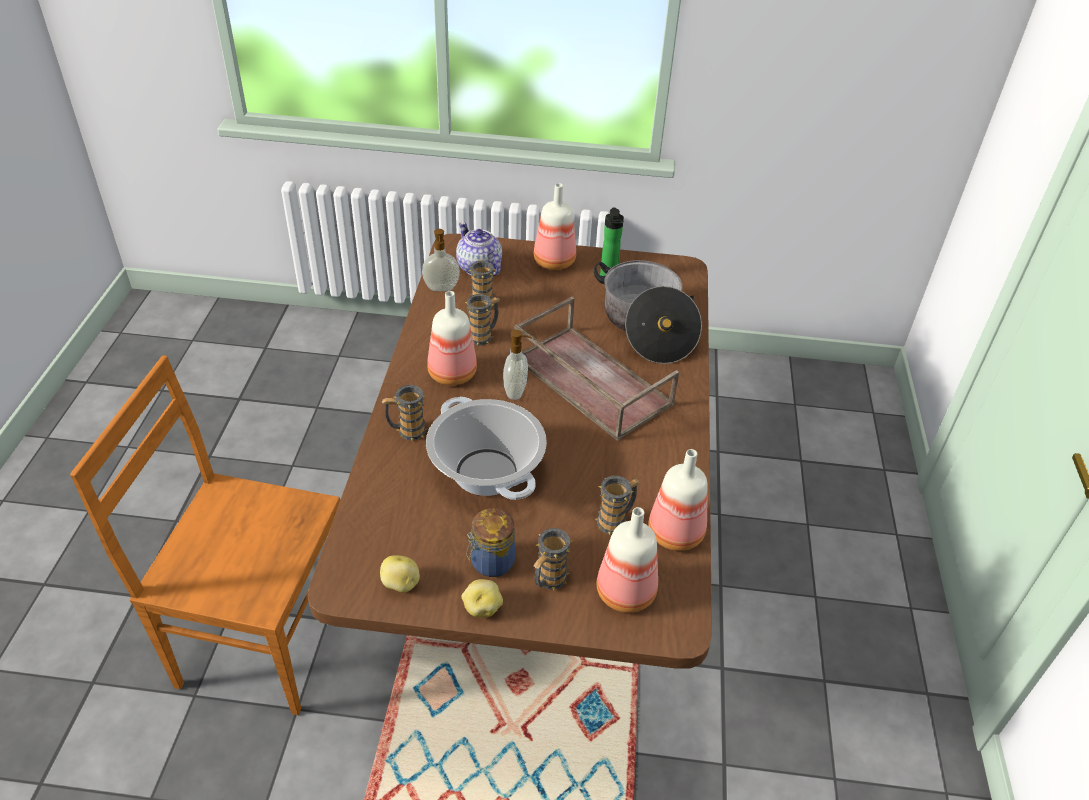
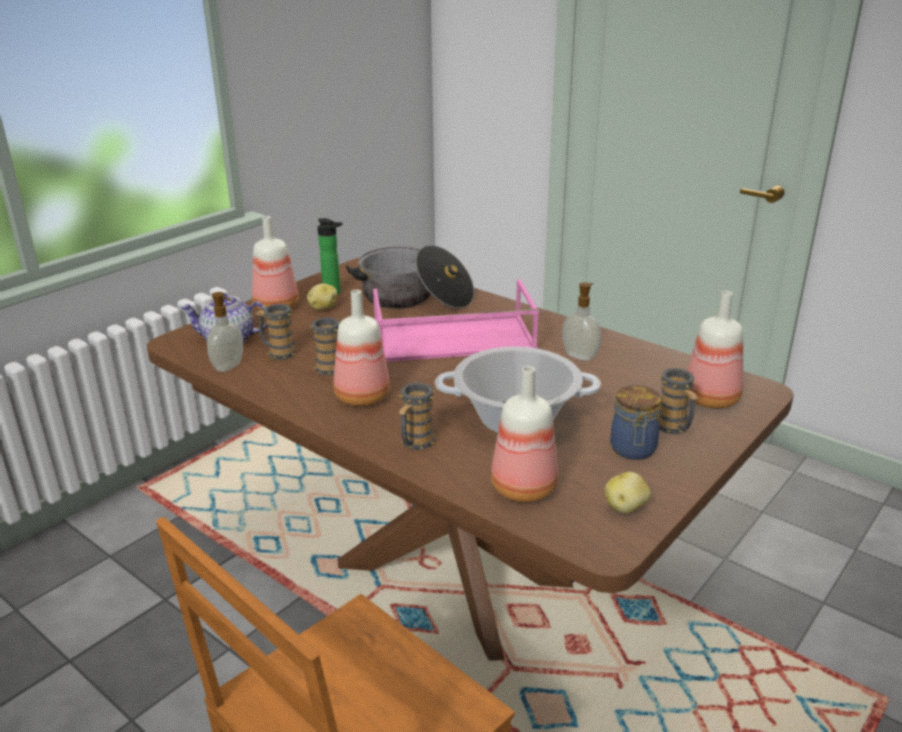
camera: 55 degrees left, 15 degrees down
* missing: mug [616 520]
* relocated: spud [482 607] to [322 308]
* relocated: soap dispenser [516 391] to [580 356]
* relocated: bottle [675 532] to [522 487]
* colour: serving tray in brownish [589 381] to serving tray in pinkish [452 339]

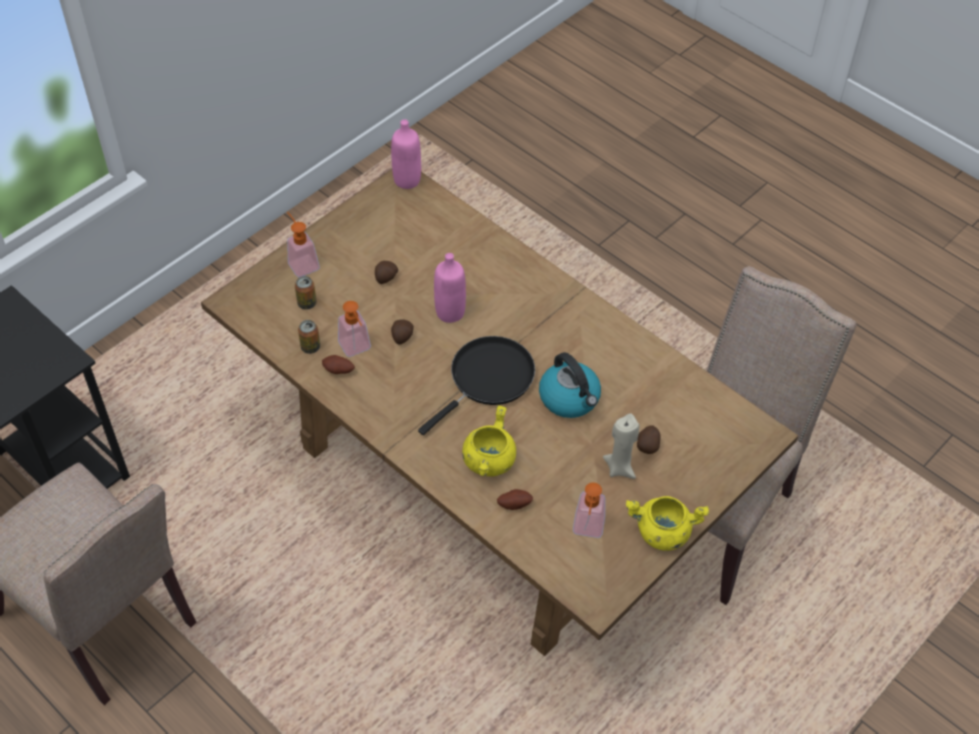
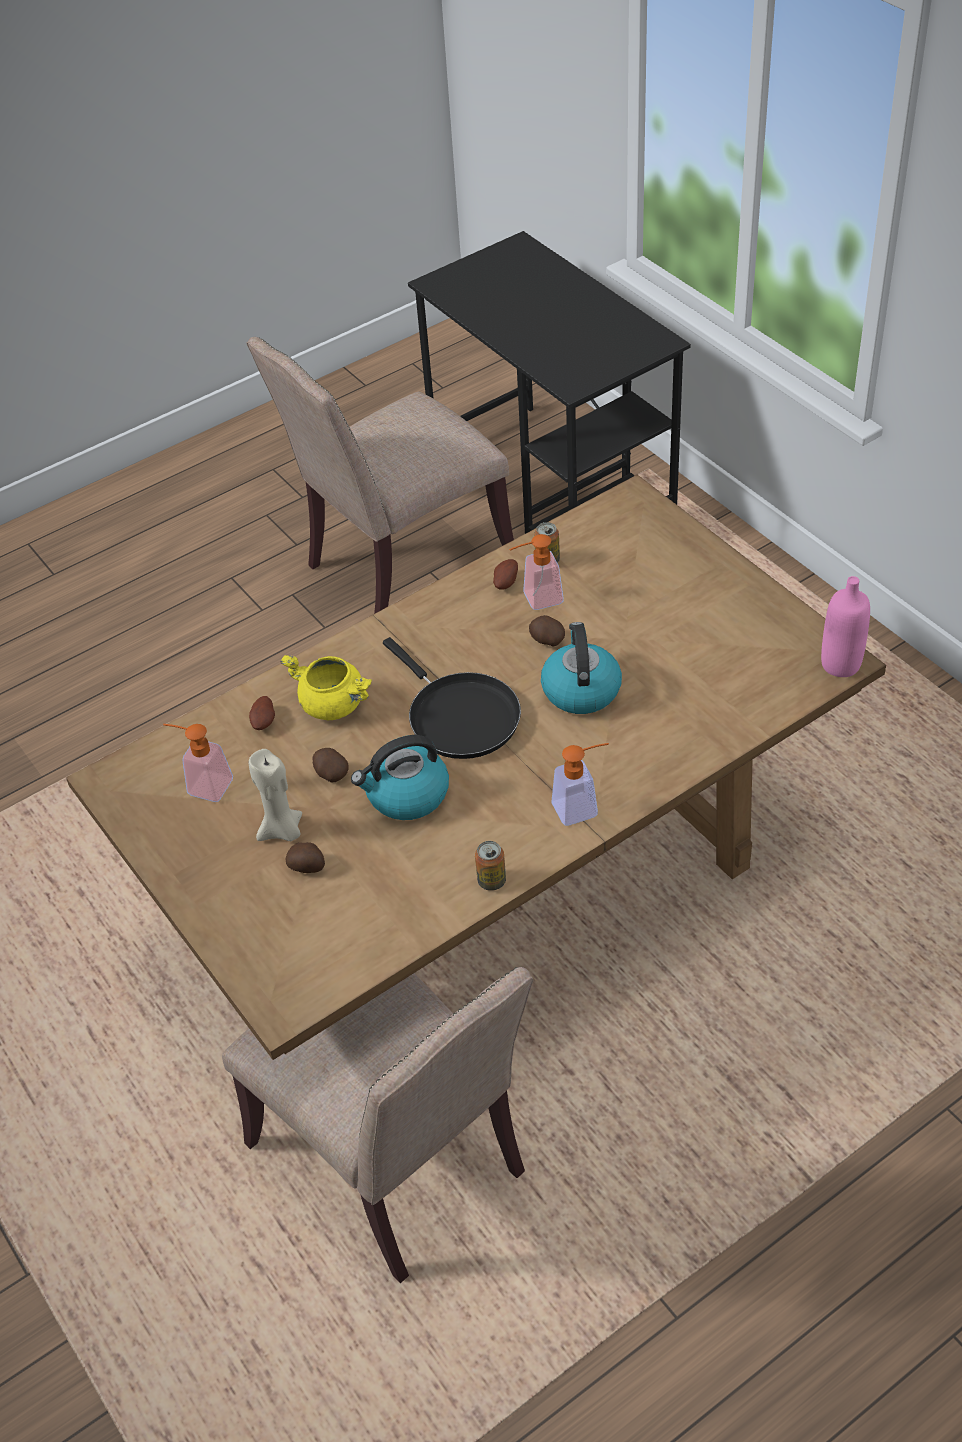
camera: 105 degrees right, 5 degrees down
* missing: stockpot in yellow-coloured [662 533]
* relocated: soap dispenser [301 262] to [582 807]
* relocated: sealed can [307 303] to [491 881]
* relocated: spud [385 278] to [330 774]
* exchanged: bottle in pinkish [450 312] to tea kettle [580 689]

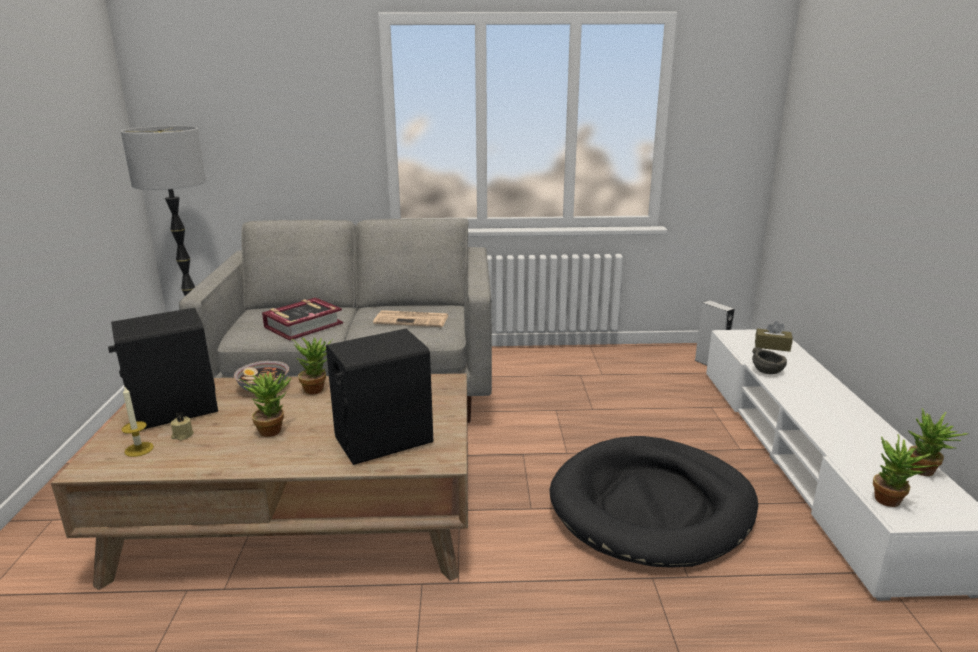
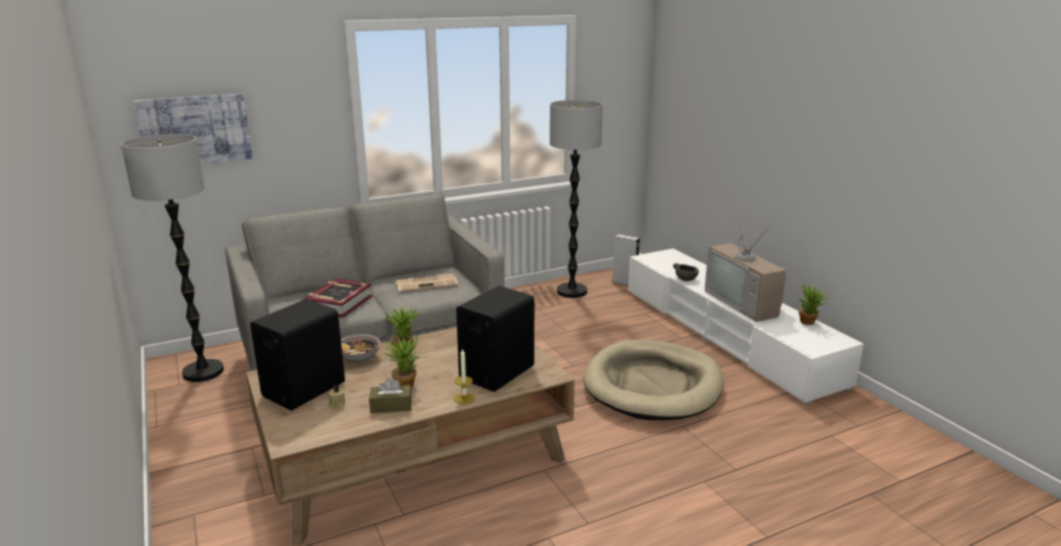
camera: 25 degrees left, 0 degrees up
* missing: potted plant [892 502]
* appeared: wall picture [195 130]
* appeared: standing lamp [571 291]
* appeared: television [745 303]
* relocated: wax light [139 449] to [464 398]
* relocated: tissue box in brownish [772 346] to [391 406]
* colour: dog cushion in black-coloured [652 506] to dog cushion in sand-coloured [653 385]

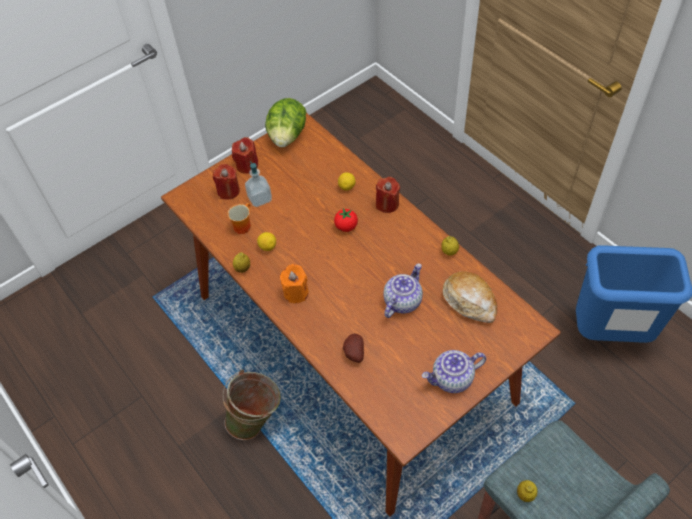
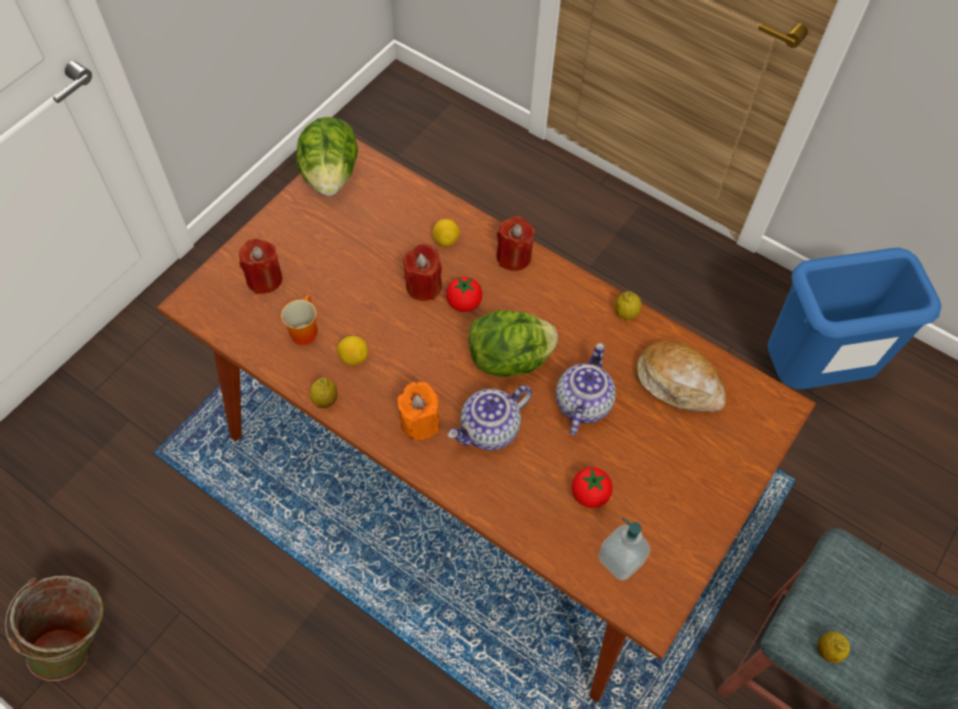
camera: 20 degrees left, 5 degrees up
* missing: spud [353 353]
* appeared: lettuce [510 359]
* appeared: whole tomato [589 494]
* relocated: water bucket in green-coloured [256 420] to [81 641]
* relocated: wax light in reddish [247 165] to [423 286]
* relocated: soap dispenser [260 199] to [620 559]
* relocated: pot for tea [452 379] to [489 430]

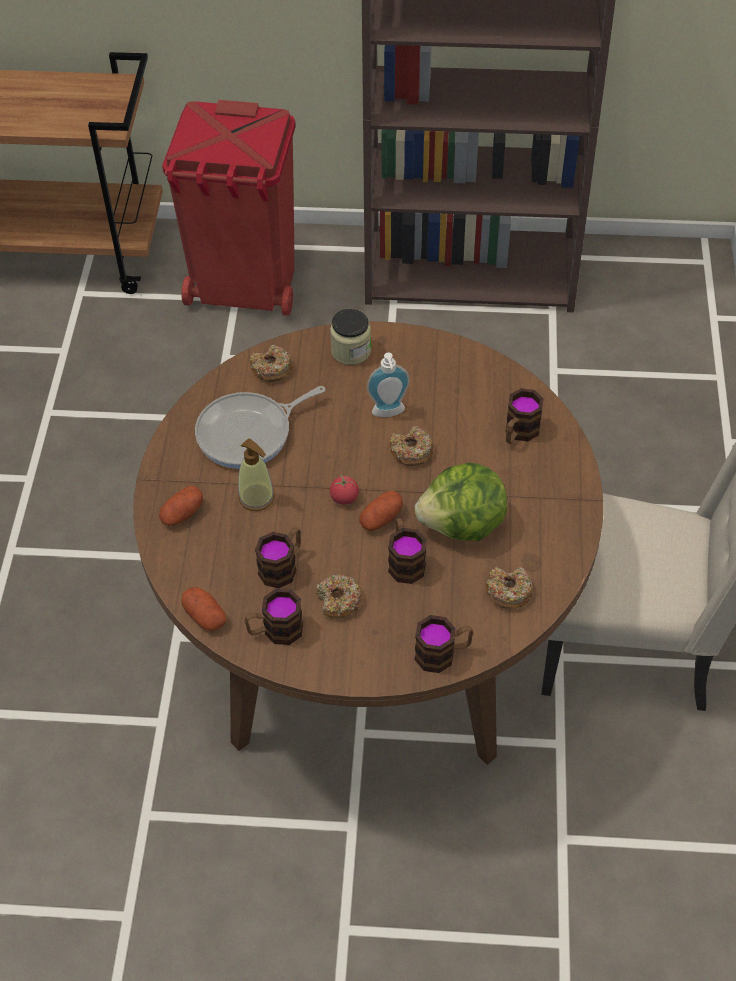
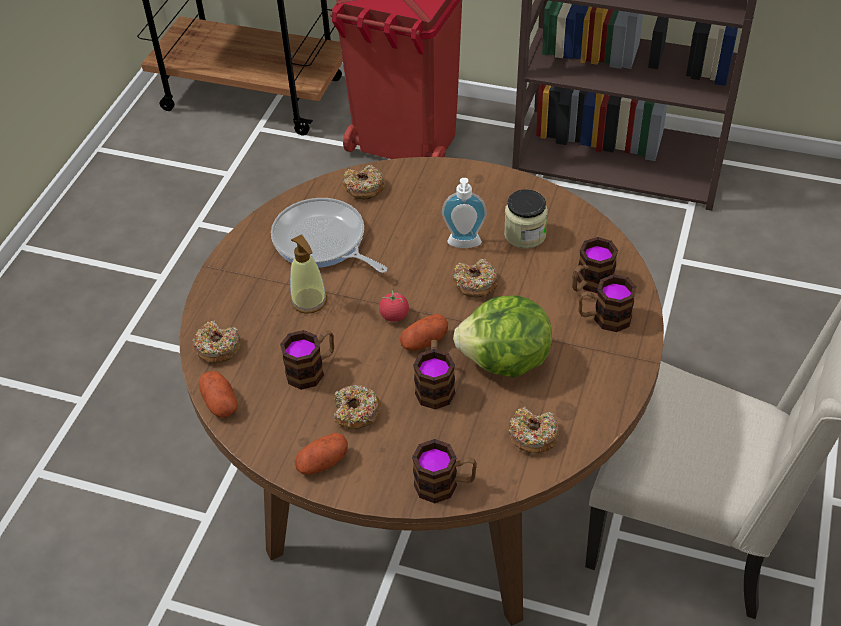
camera: 15 degrees right, 5 degrees down
* appeared: doughnut [217 348]
* relocated: spud [182 514] to [322 462]
* relocated: mug [275 631] to [604 318]
* relocated: preserve jar [351 351] to [525 234]
* spun: frying pan [249 433] = [322 242] 60 degrees clockwise

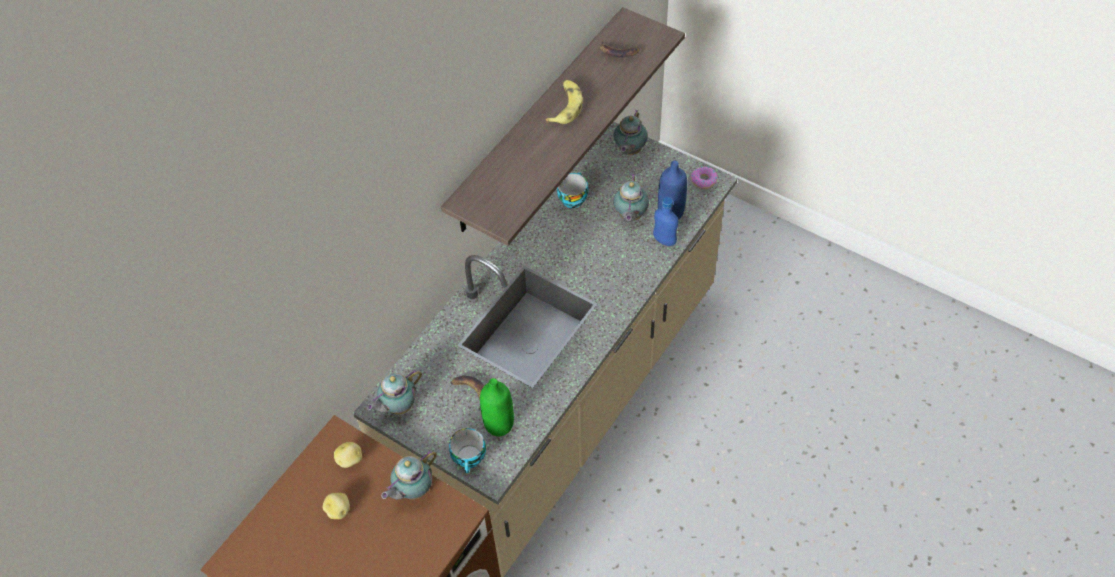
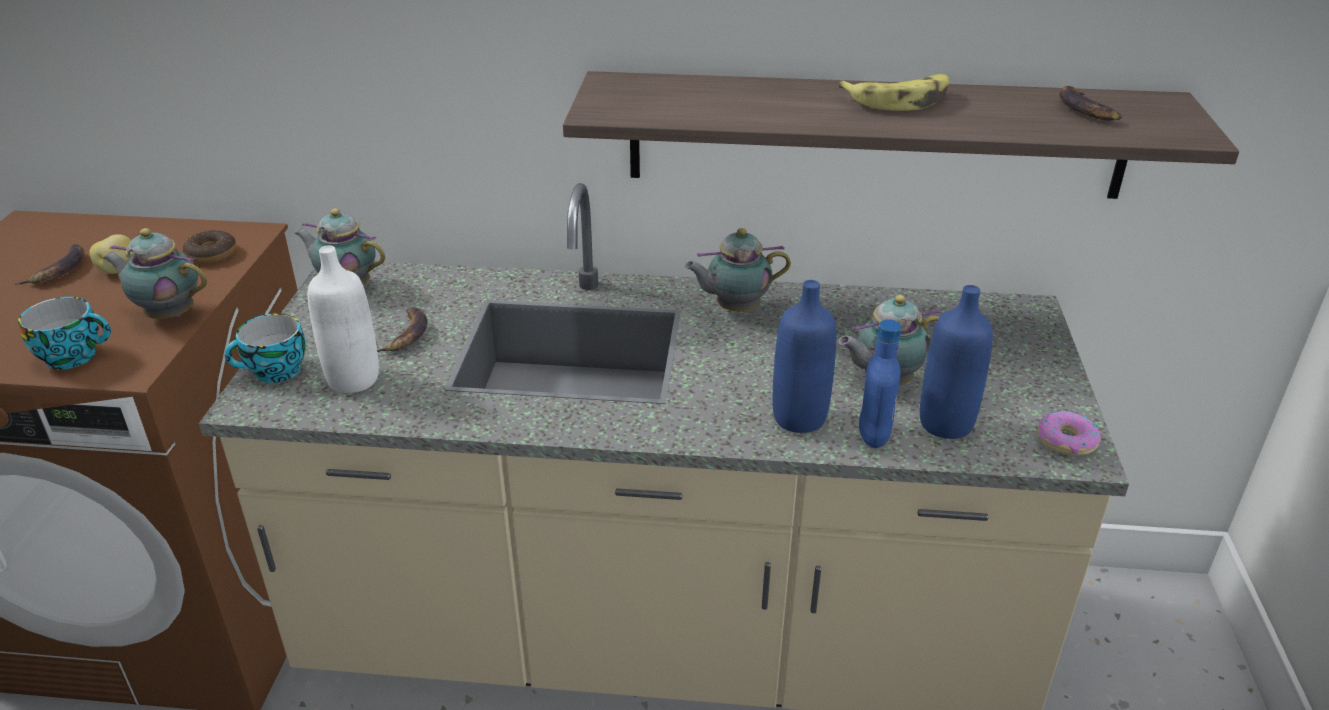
camera: 60 degrees right, 20 degrees down
* appeared: banana fruit [59 270]
* appeared: bottle in blue-coloured [799 418]
* relocated: small cup [572 198] to [75 355]
* relocated: pot for tea [629 151] to [734 308]
* exchanged: spud [350 460] to doughnut [211 254]
* colour: bottle in green-coloured [499 424] to bottle in whitish [353 379]

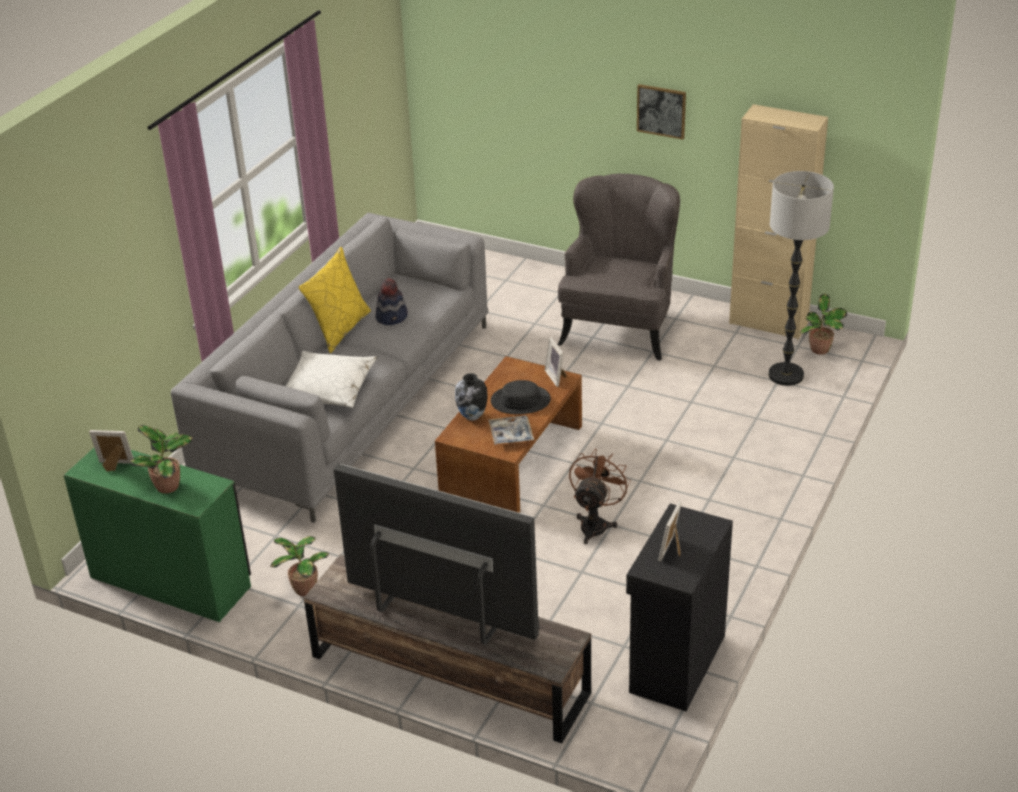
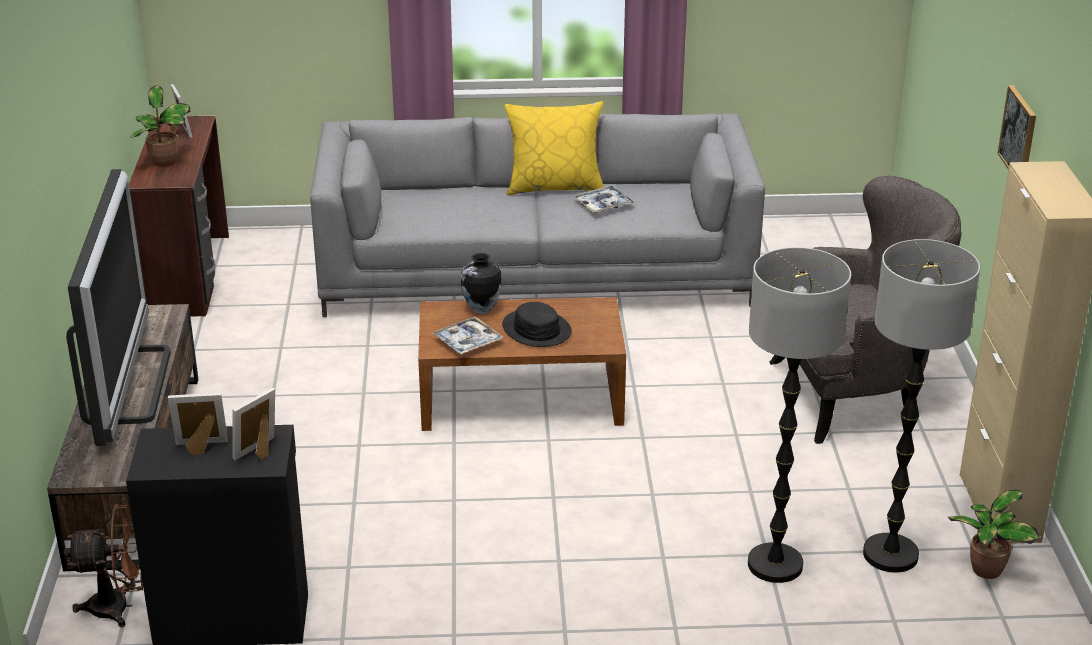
camera: 60 degrees right, 5 degrees down
* missing: potted plant [303 589]
* missing: pillow in whitish [328 389]
* appeared: standing lamp [774 565]
* relocated: standing frame [557 377] to [260 452]
* relocated: fan in brownish [595 524] to [120 607]
* exchanged: wearable hat [392 317] to serving tray [603 205]
* colour: desk in green-coloured [171 580] to desk in brownish [190 275]

